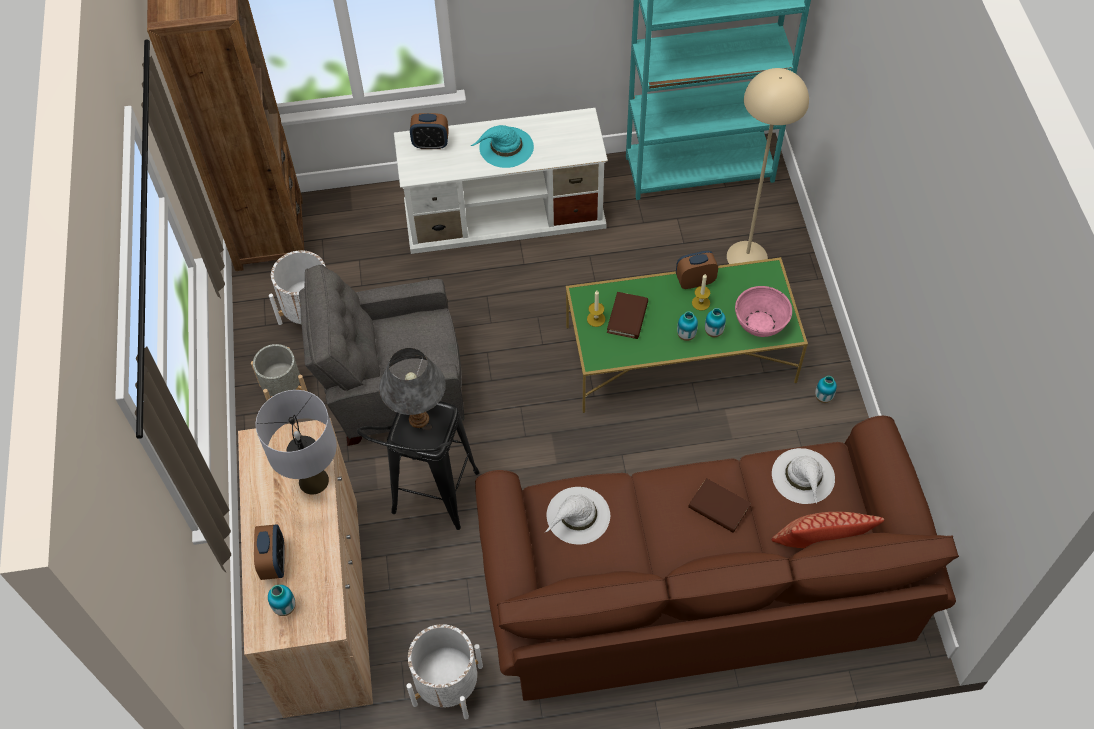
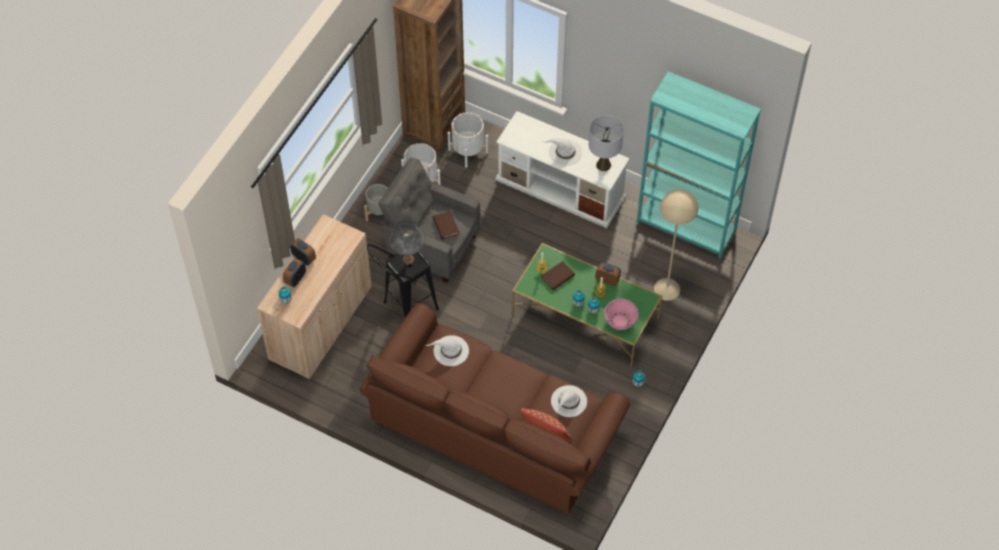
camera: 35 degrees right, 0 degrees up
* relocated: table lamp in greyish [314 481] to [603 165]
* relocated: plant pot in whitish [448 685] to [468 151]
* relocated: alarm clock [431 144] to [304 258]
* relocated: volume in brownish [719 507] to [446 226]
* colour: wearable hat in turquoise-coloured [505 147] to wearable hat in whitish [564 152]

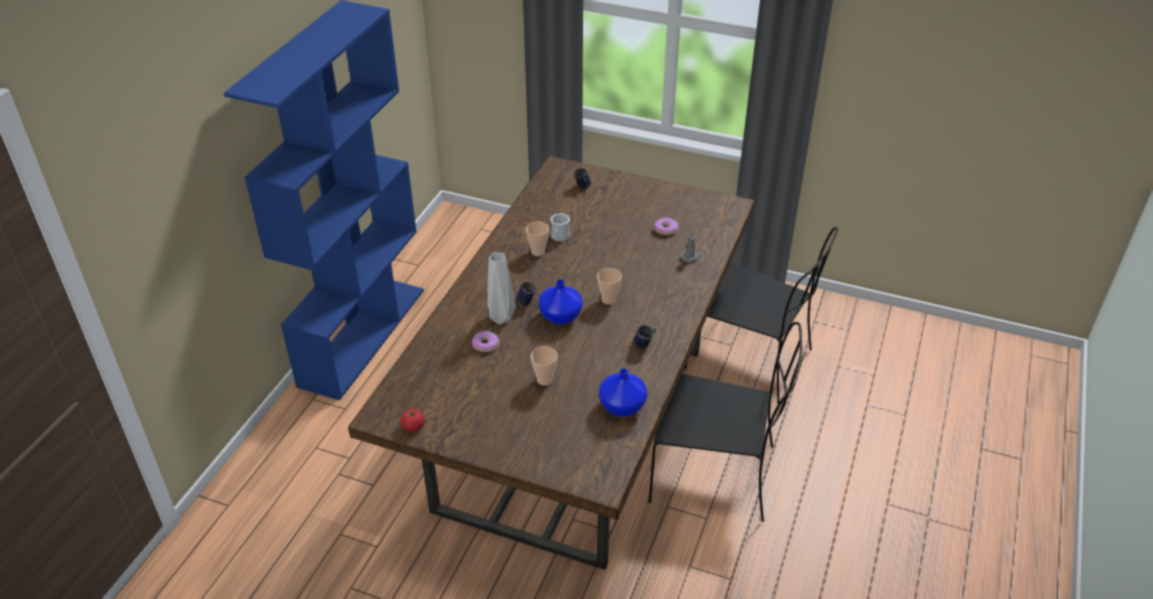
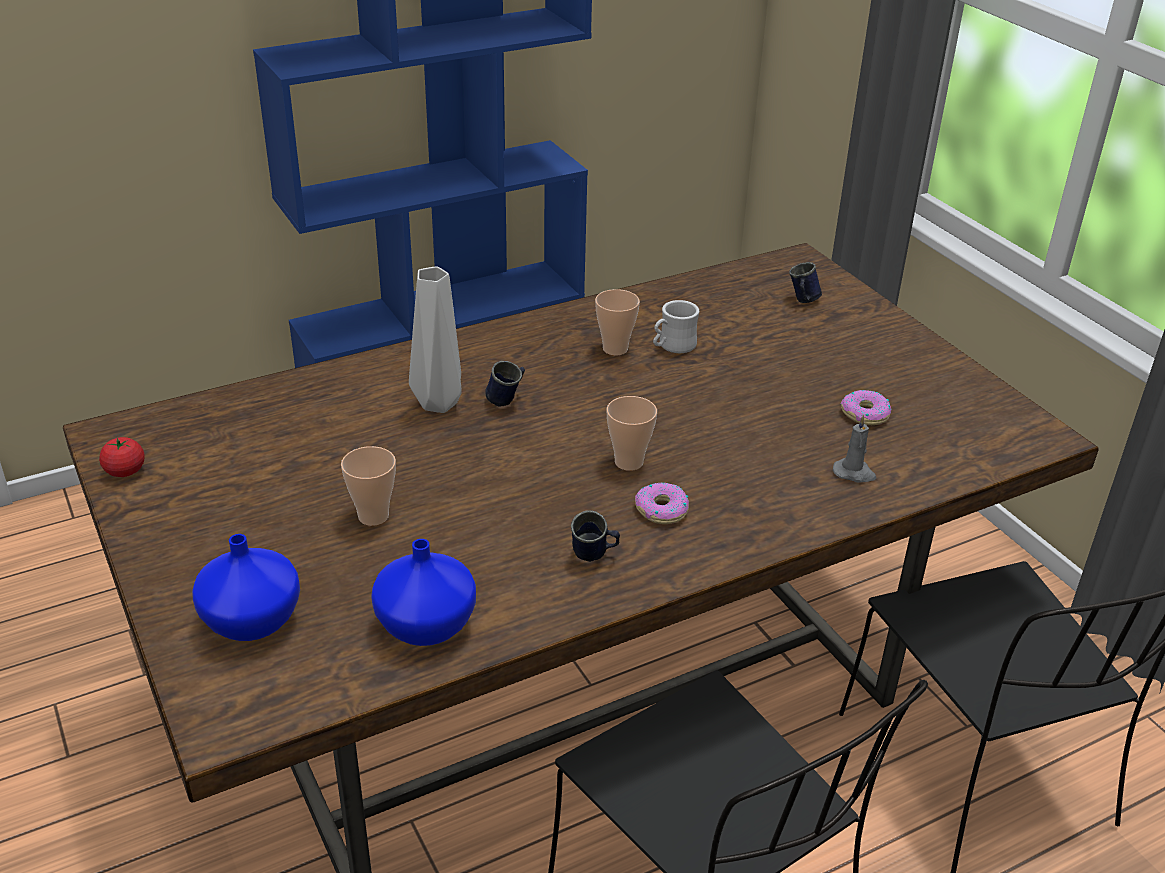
camera: 40 degrees right, 5 degrees down
* relocated: doughnut [485 345] to [661 510]
* relocated: vase in blue-coloured [560 317] to [249 621]

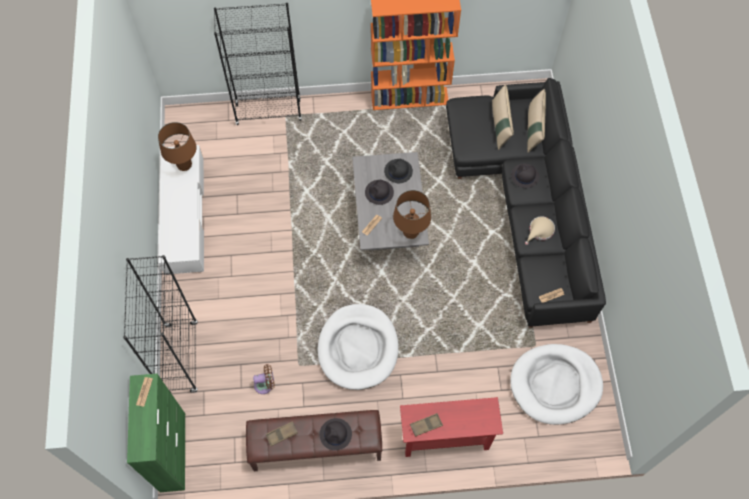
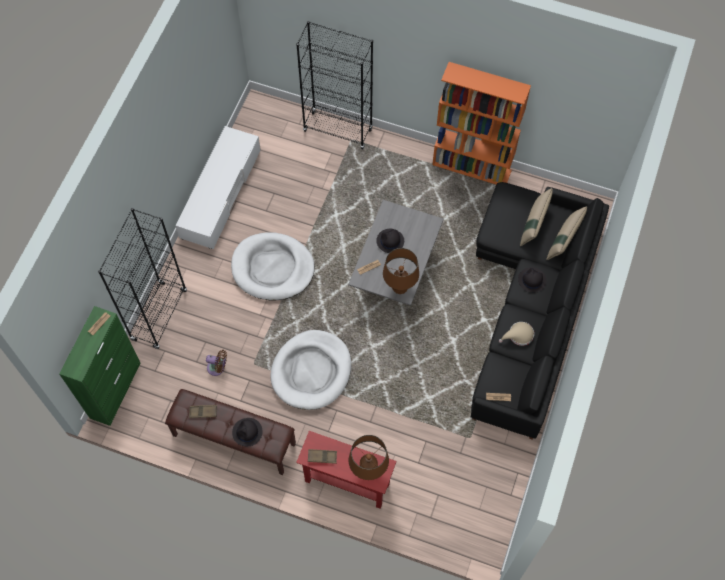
camera: 25 degrees right, 0 degrees up
* missing: wearable hat in black-coloured [398 171]
* relocated: table lamp in brownish [184 165] to [368 470]
* relocated: dog cushion in whitish [555 385] to [273 268]

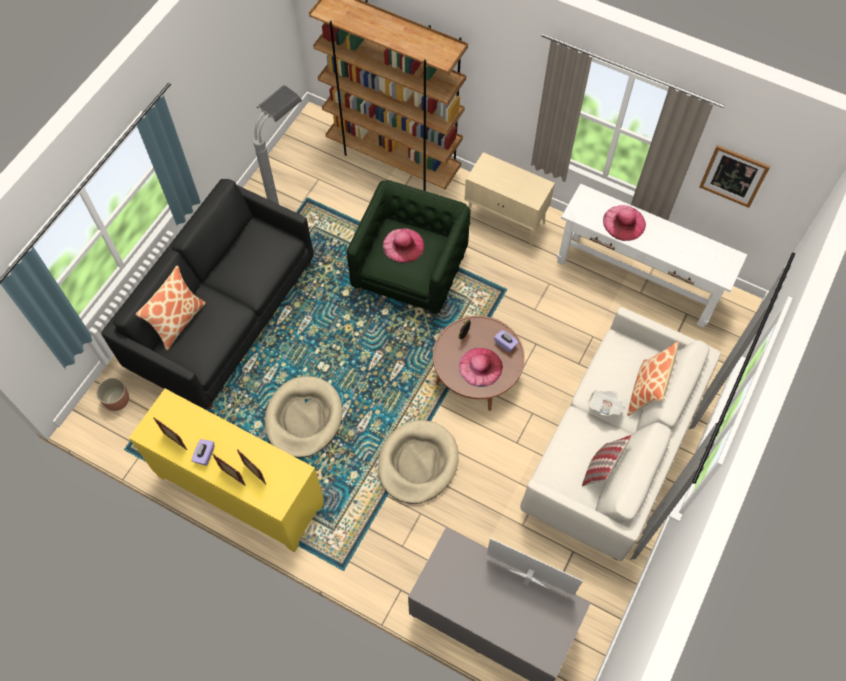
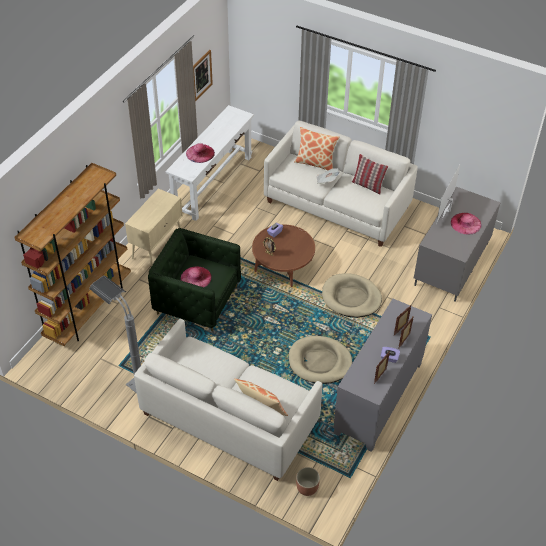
camera: 90 degrees left, 15 degrees down
* relocated: wearable hat in pinkish [480 367] to [465 223]
* colour: sofa in black-coloured [223 315] to sofa in whitish [229 418]
* colour: cupboard in yellow-coloured [239 491] to cupboard in greyish [379 398]

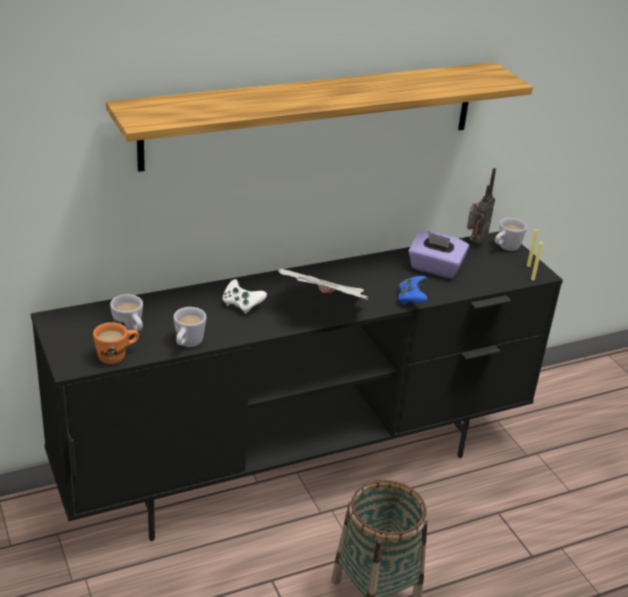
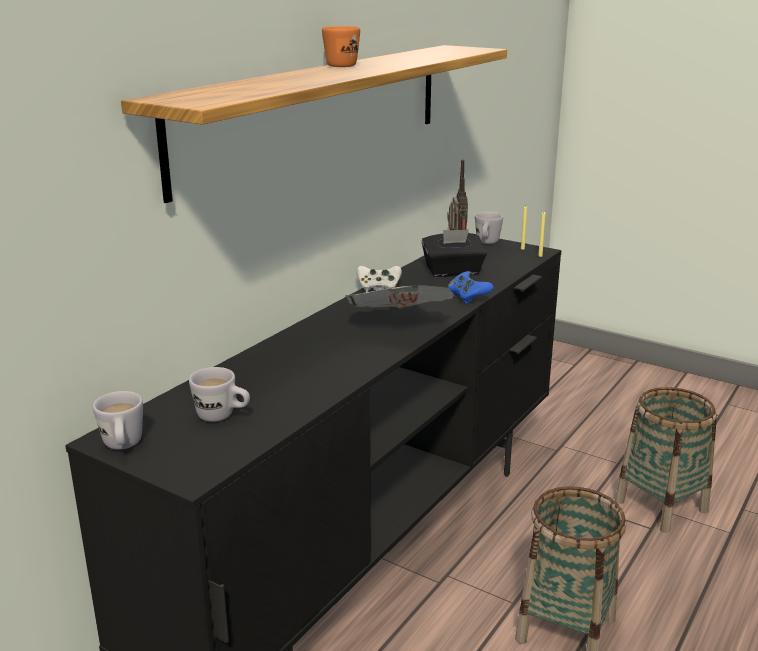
camera: 30 degrees left, 10 degrees down
* appeared: basket [661 506]
* relocated: mug in orange-coloured [117 356] to [345 65]
* relocated: mug in whitish [187 344] to [123 446]
* relocated: joypad in whitish [242 305] to [378 288]
* colour: tissue box in purple [435 268] to tissue box in black-coloured [453 271]

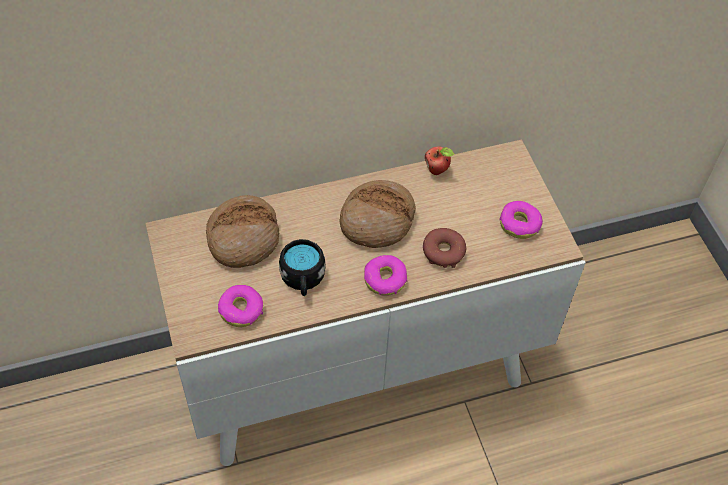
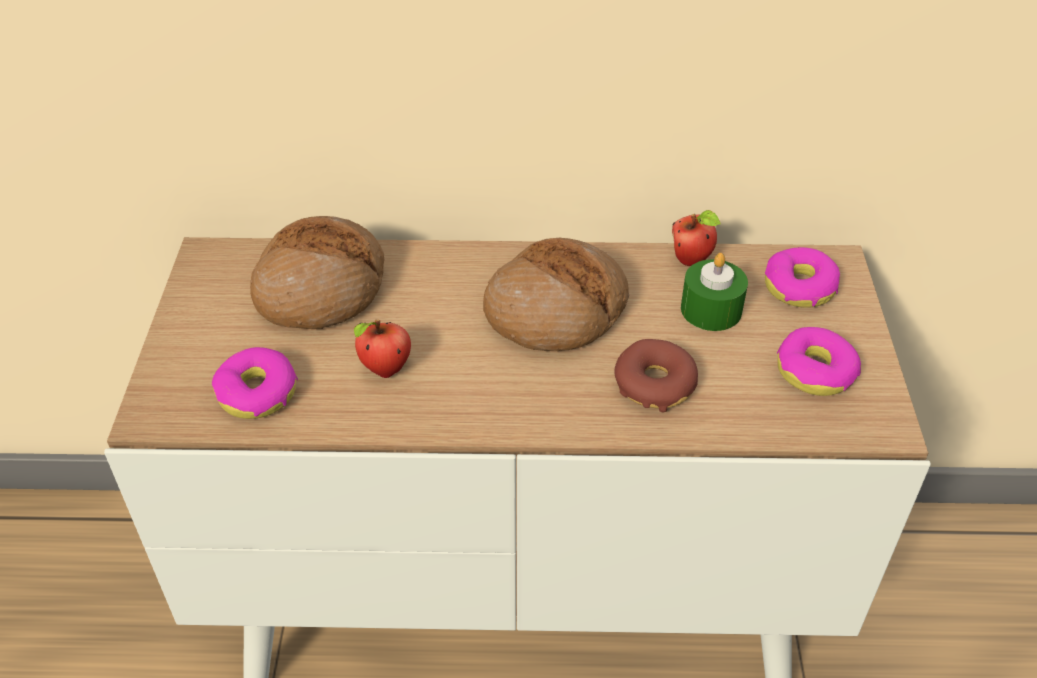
camera: 20 degrees right, 10 degrees down
* appeared: wax light in green-coloured [711 309]
* relocated: doughnut [385 280] to [799 287]
* exchanged: mug in black-coloured [303 279] to apple fruit [385 371]

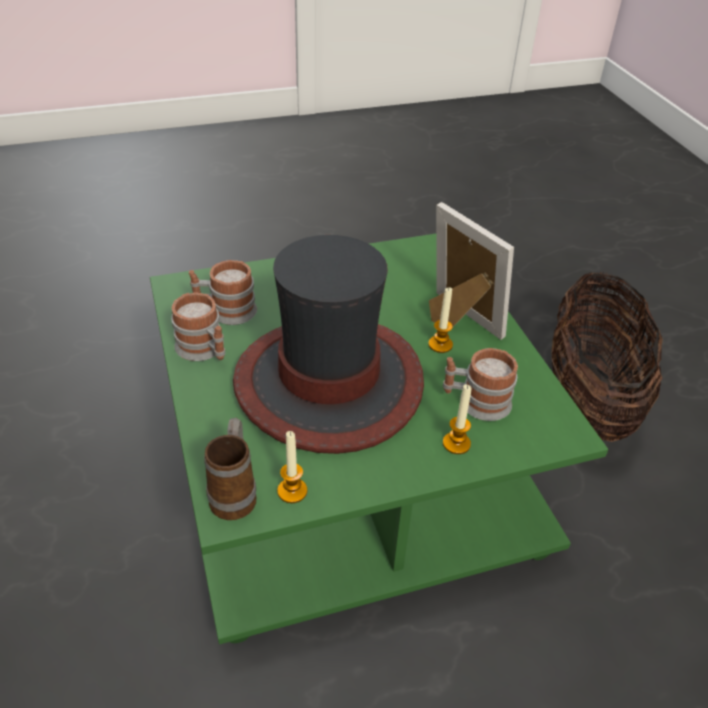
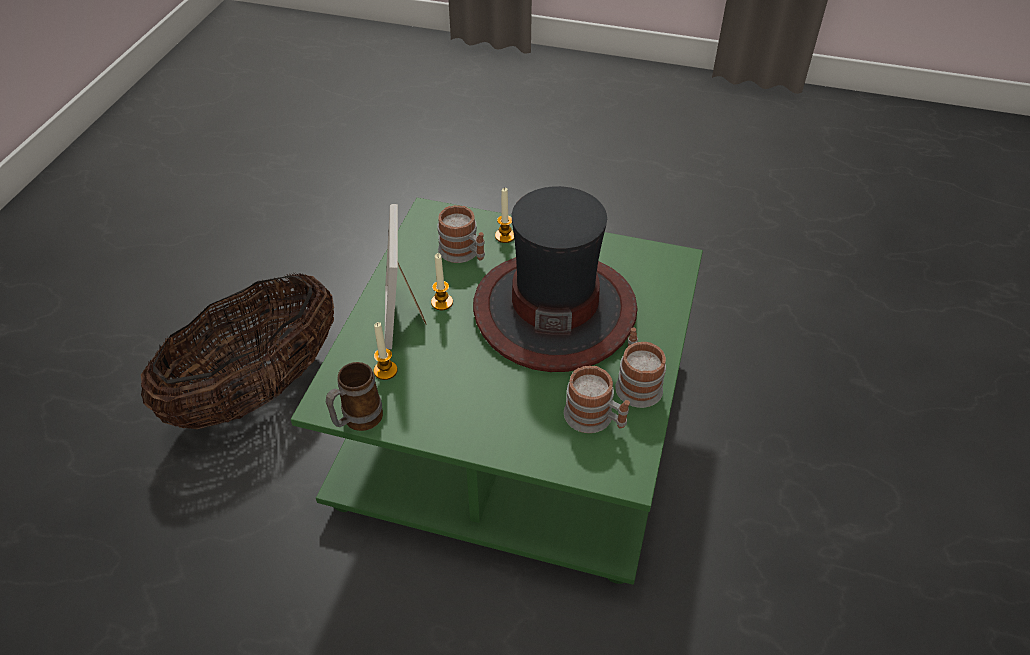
camera: 145 degrees left, 5 degrees up
* relocated: mug [235 493] to [357 421]
* relocated: wax light [292 491] to [385 370]

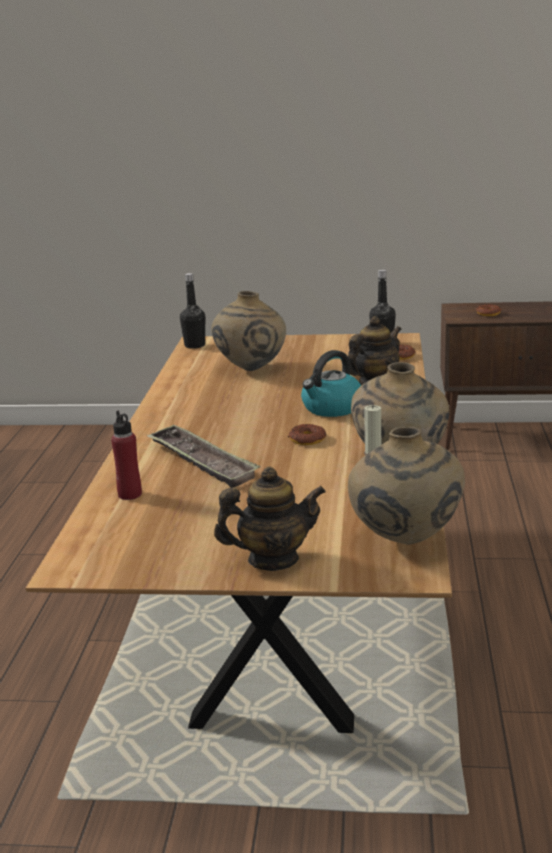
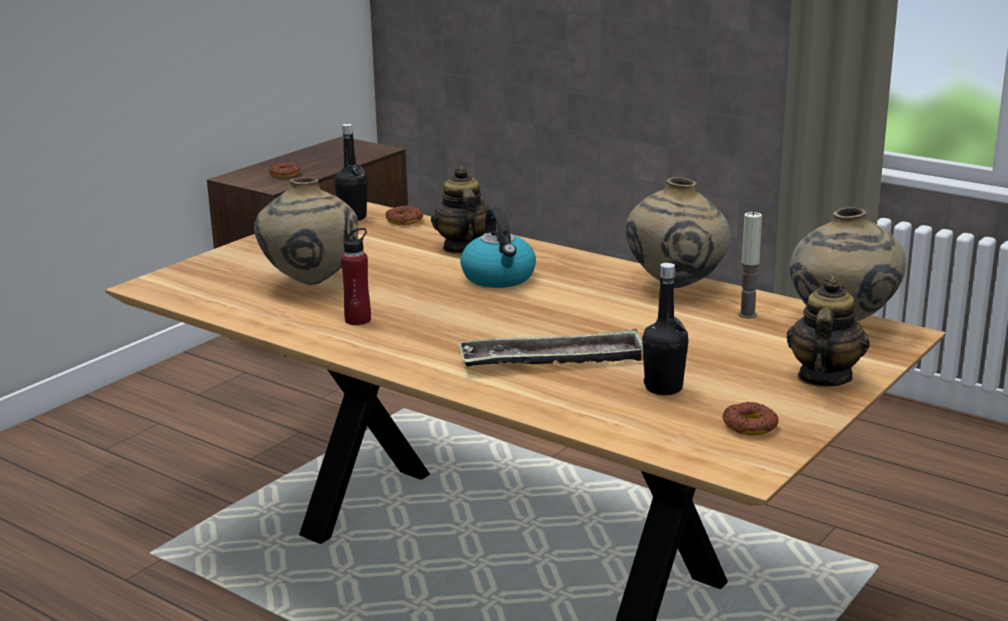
camera: 60 degrees left, 0 degrees up
* relocated: bottle in reddish [130 494] to [358 320]
* relocated: bottle in black-coloured [194 345] to [663 388]
* relocated: doughnut [307 439] to [750 426]

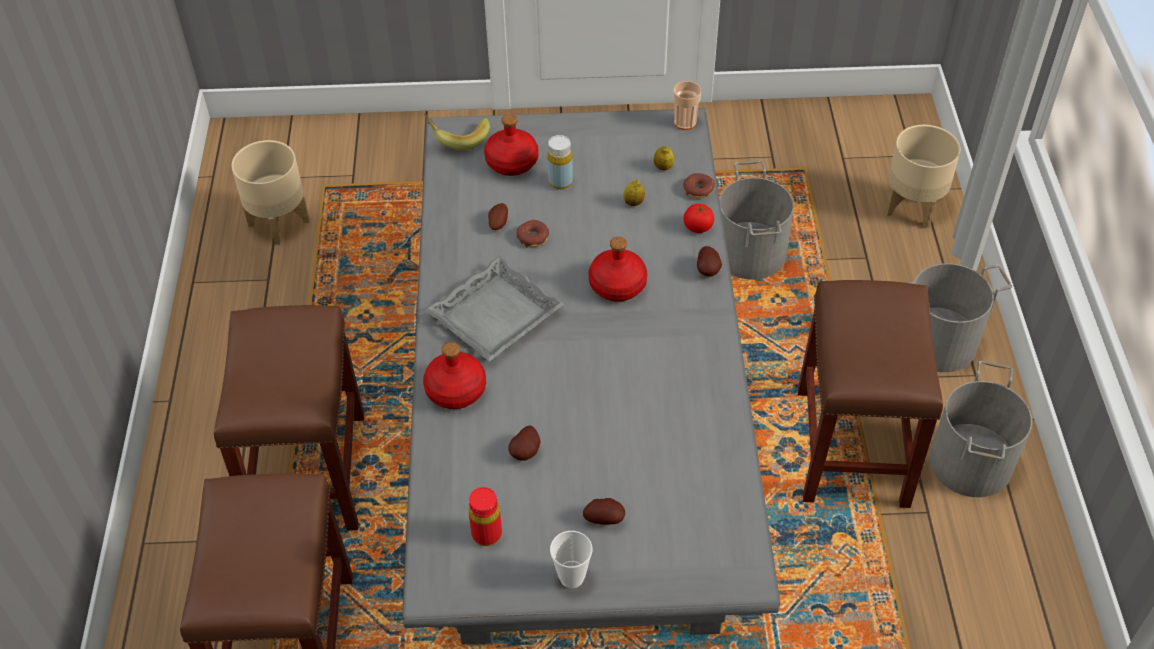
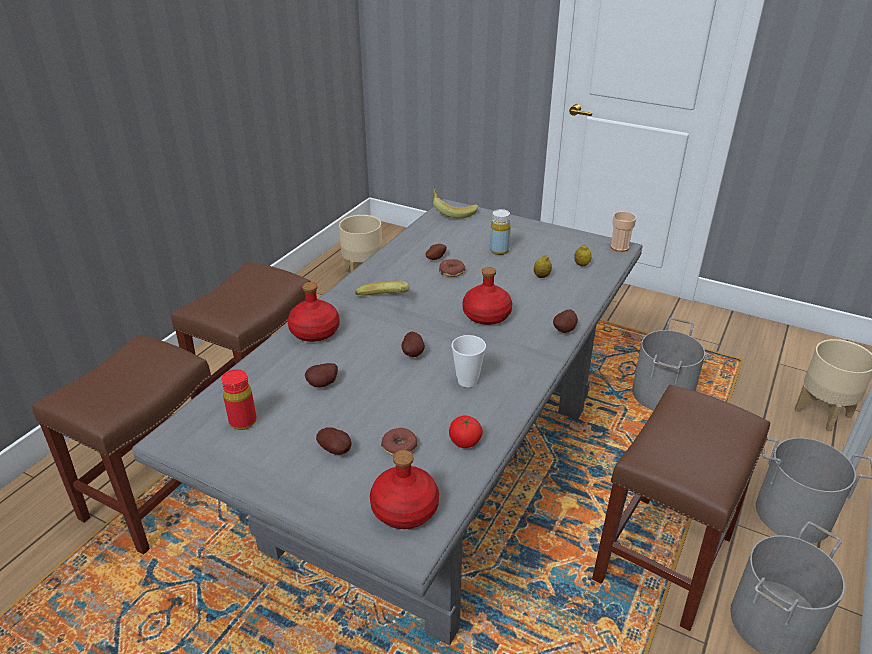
camera: 30 degrees right, 15 degrees down
* appeared: spud [413 354]
* relocated: bottle in reddish [511 162] to [405 508]
* relocated: small cup [571 577] to [467 381]
* relocated: whole tomato [698 227] to [464 441]
* relocated: doughnut [698 190] to [399 447]
* exchanged: serving tray in greyish [495 316] to banana fruit [383 303]

